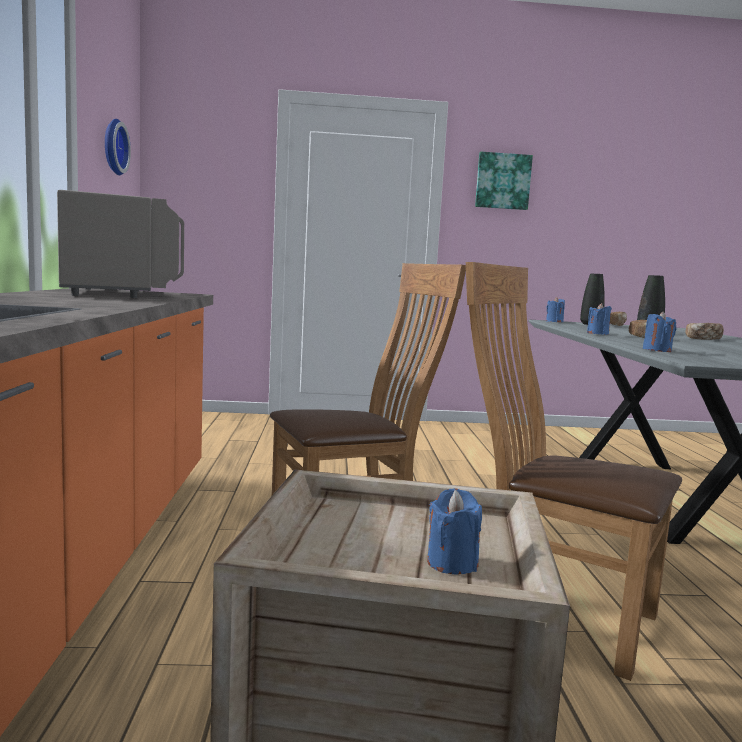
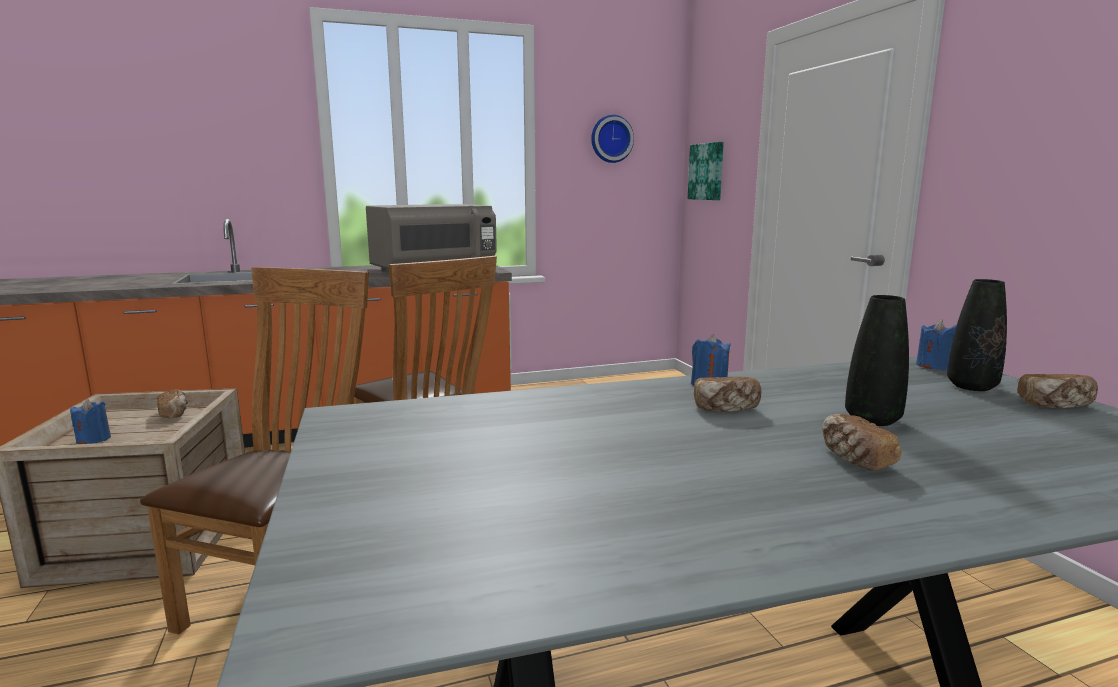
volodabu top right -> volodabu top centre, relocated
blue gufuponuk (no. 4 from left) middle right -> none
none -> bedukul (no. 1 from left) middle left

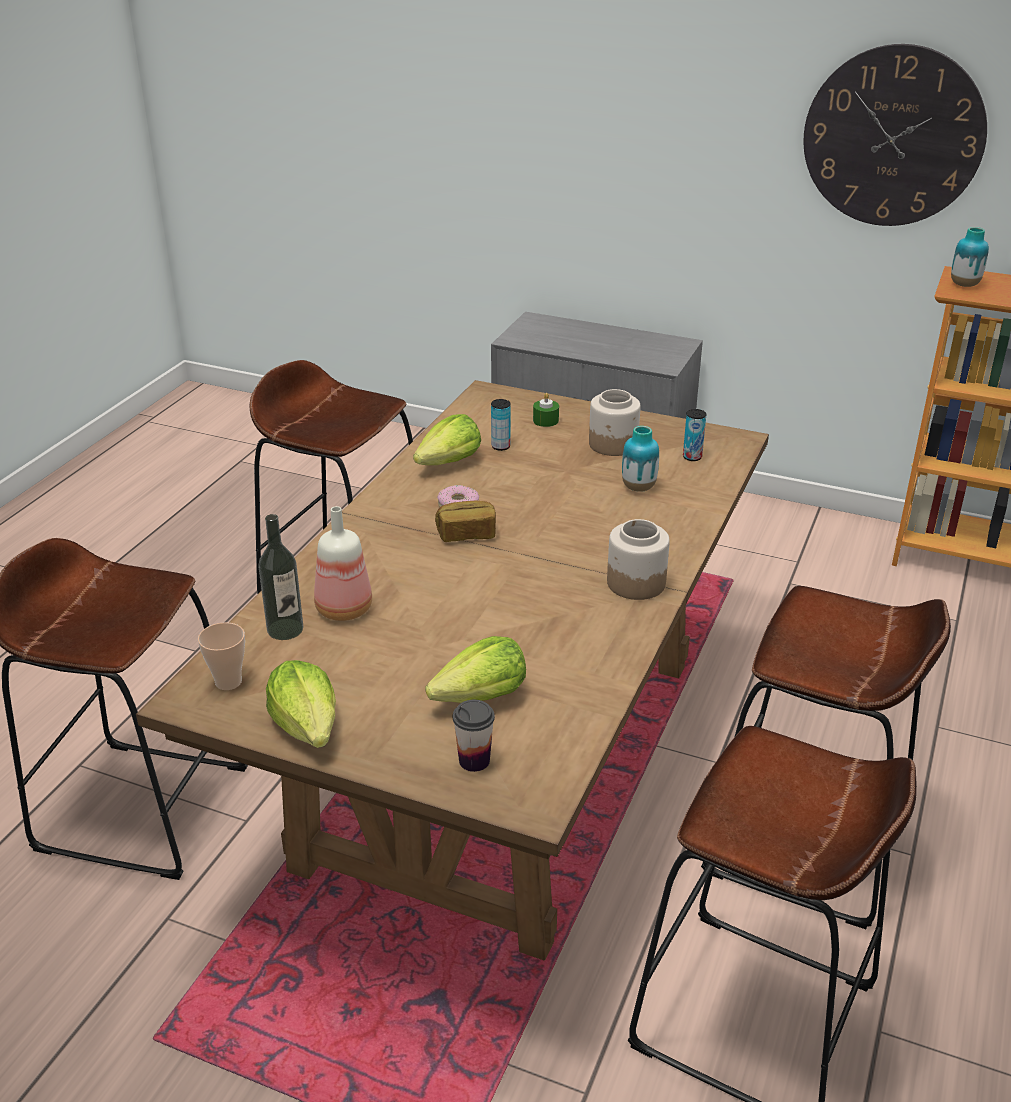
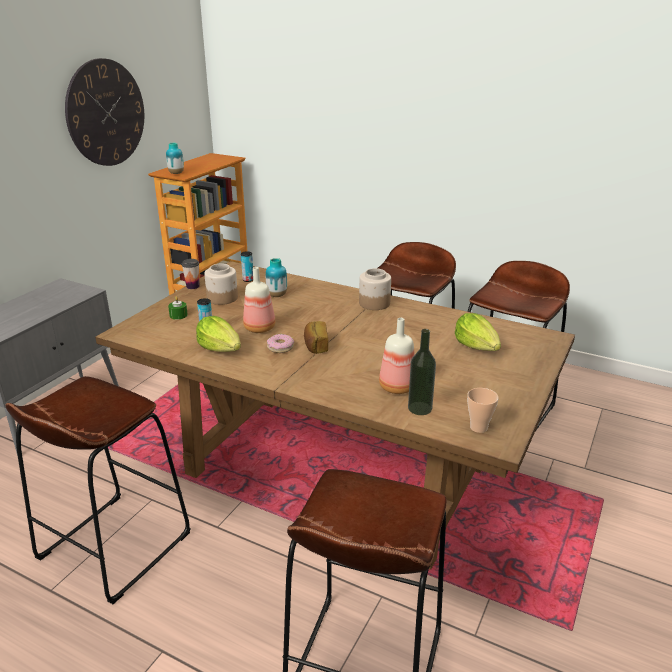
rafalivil (no. 1 from left) middle left -> none
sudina (no. 2 from left in the first image) bottom centre -> sudina (no. 1 from left) middle left, relocated
none -> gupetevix (no. 1 from left) centre

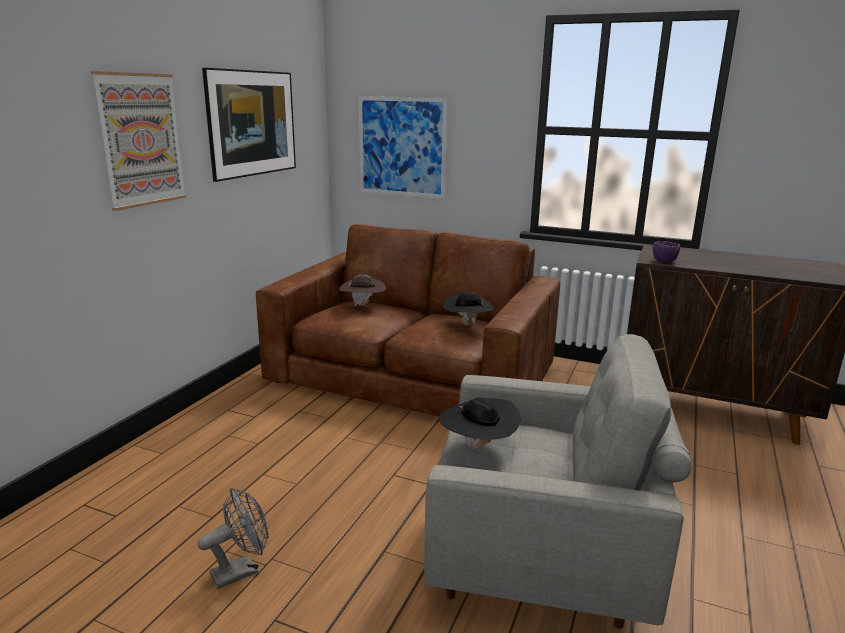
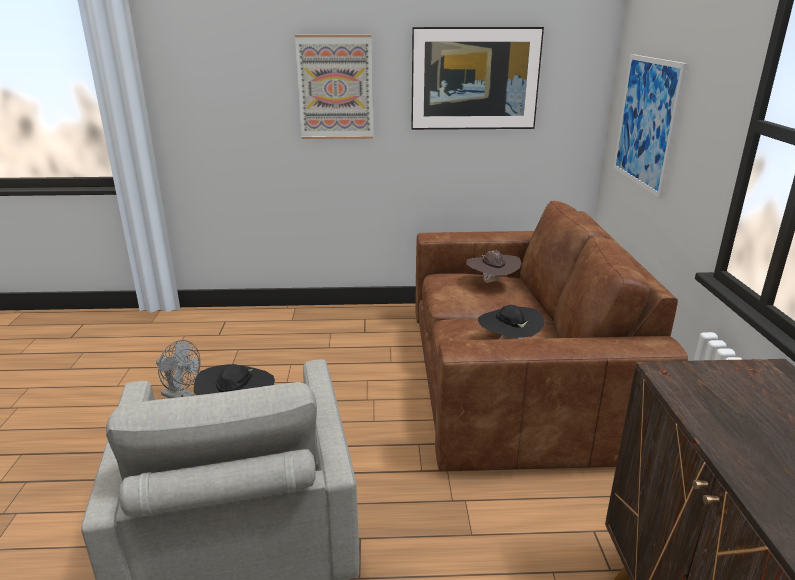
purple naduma middle right -> none

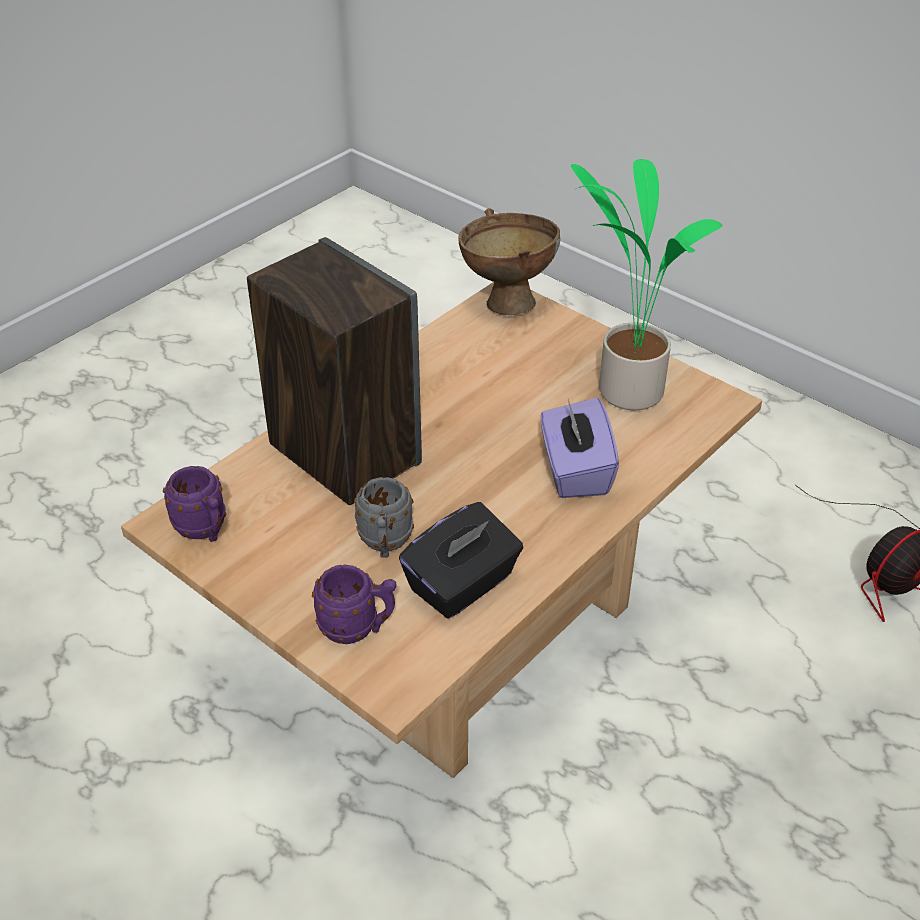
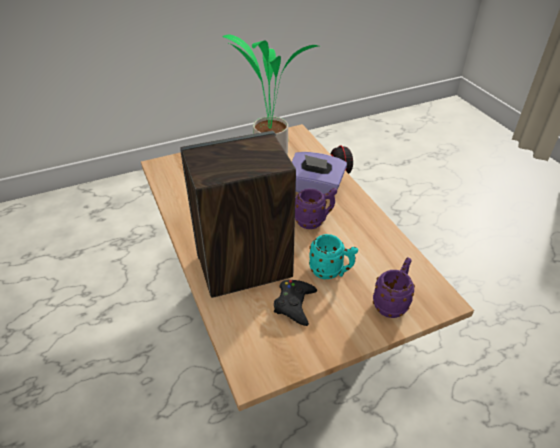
brown naduma top centre -> none
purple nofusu (no. 1 from left) middle left -> purple nofusu (no. 1 from left) centre, relocated
grey nofusu centre -> turquoise nofusu centre
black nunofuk centre -> none
none -> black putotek bottom centre

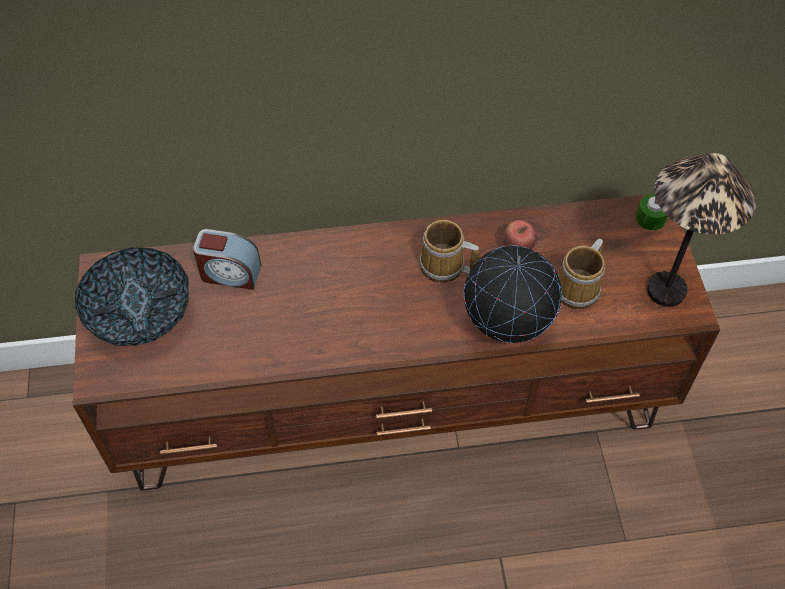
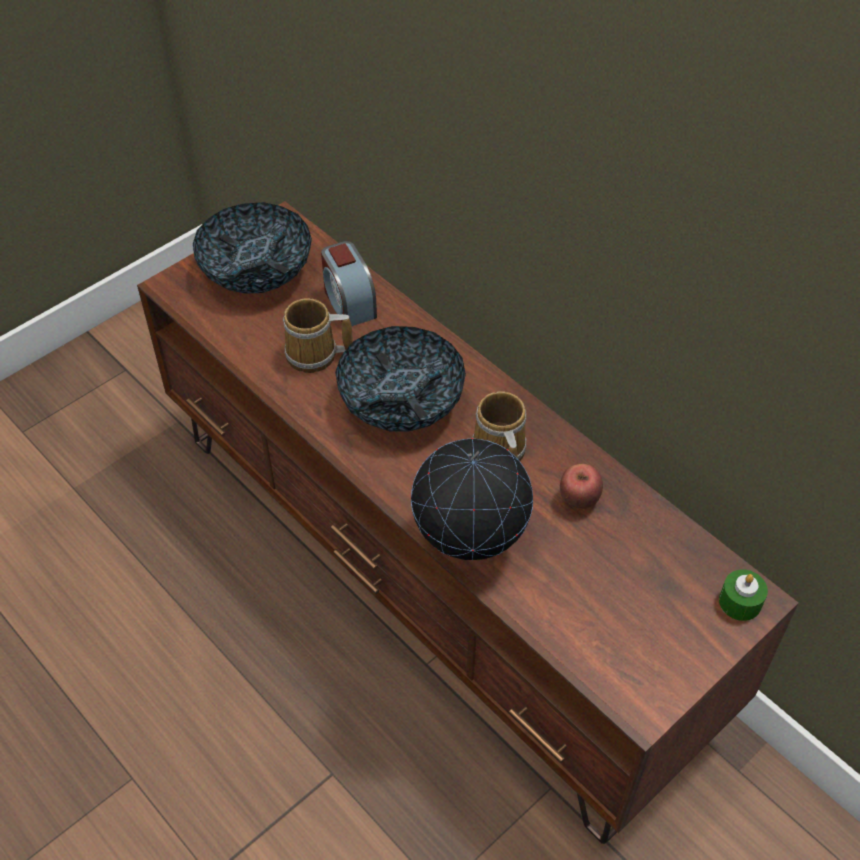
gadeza middle right -> none
nofusu (no. 2 from left in the first image) middle right -> nofusu (no. 1 from left) centre, relocated
none -> naduma (no. 2 from left) centre

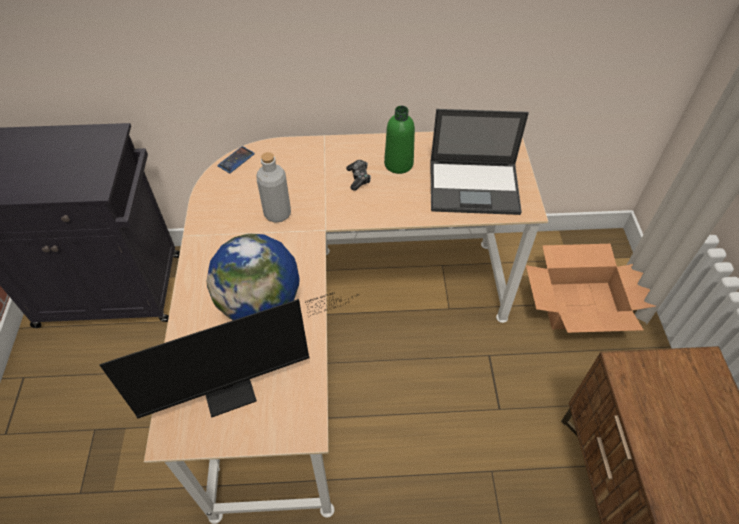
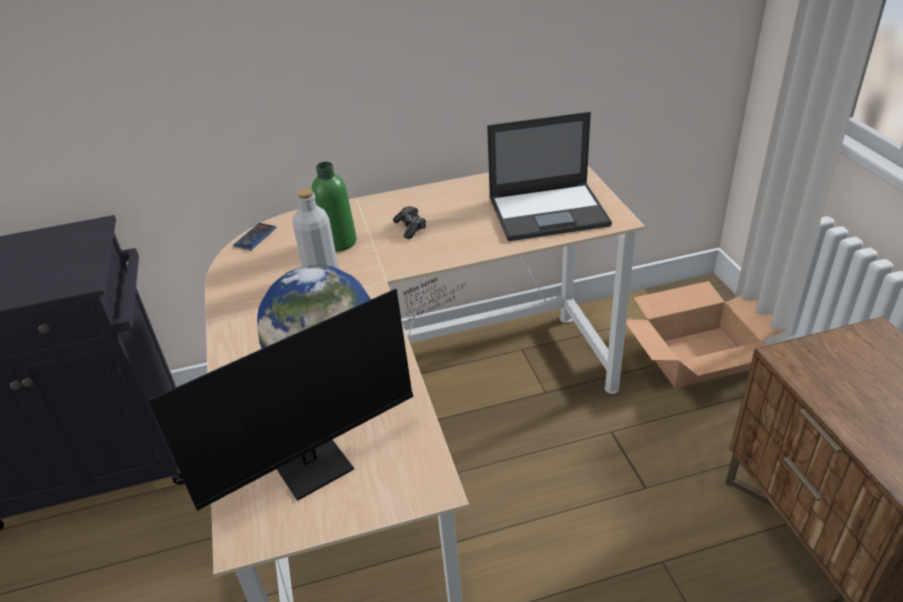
green gupetevix top centre -> green gupetevix centre, relocated

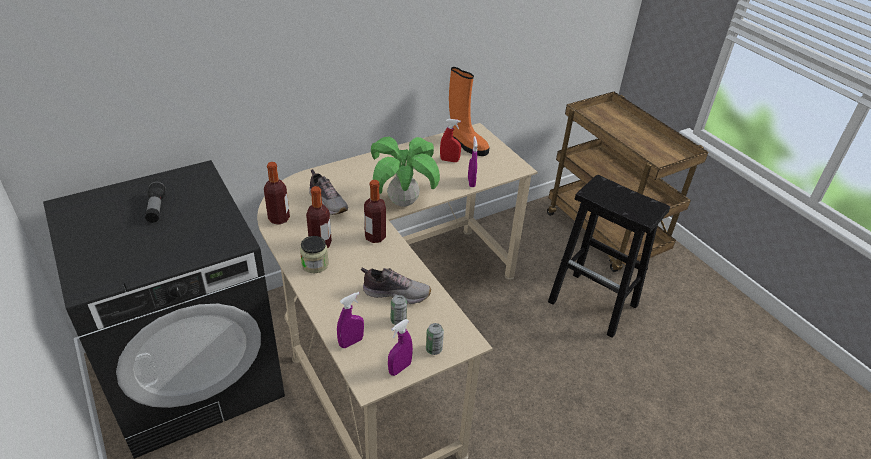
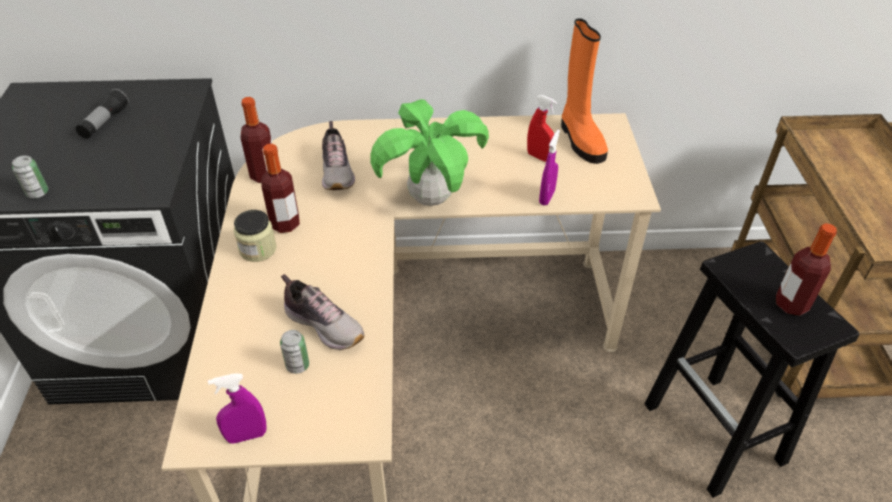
gupetevix (no. 3 from left) centre -> gupetevix (no. 3 from left) middle right, relocated
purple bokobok (no. 1 from left) bottom centre -> none
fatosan (no. 2 from left in the first image) bottom centre -> fatosan (no. 1 from left) middle left, relocated

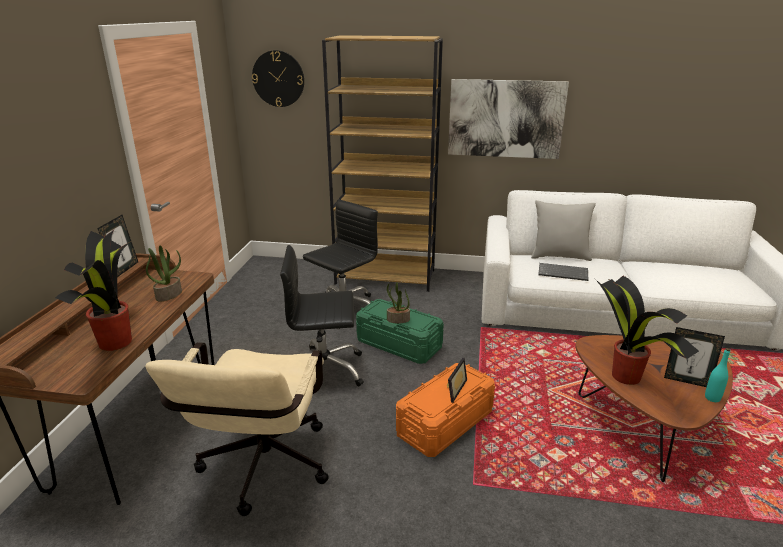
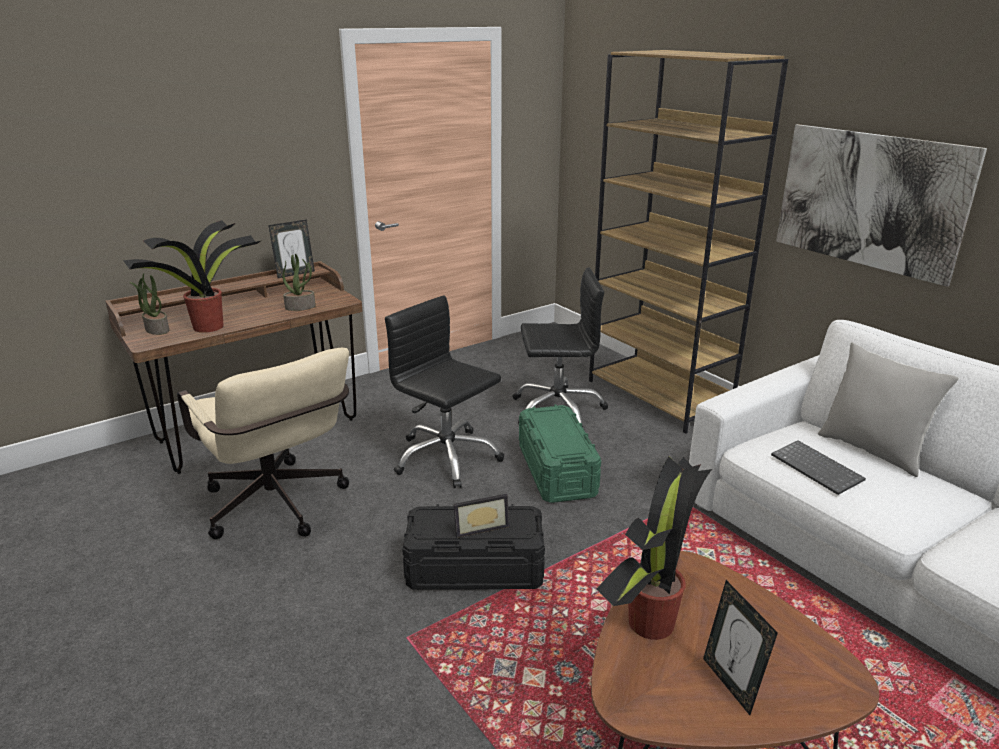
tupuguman top centre -> none
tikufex (no. 3 from left in the first image) centre -> tikufex (no. 1 from left) middle left, relocated
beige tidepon bottom left -> beige tidepon middle left, 90 degrees counterclockwise
turquoise gupetevix bottom right -> none
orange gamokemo bottom centre -> black gamokemo bottom centre

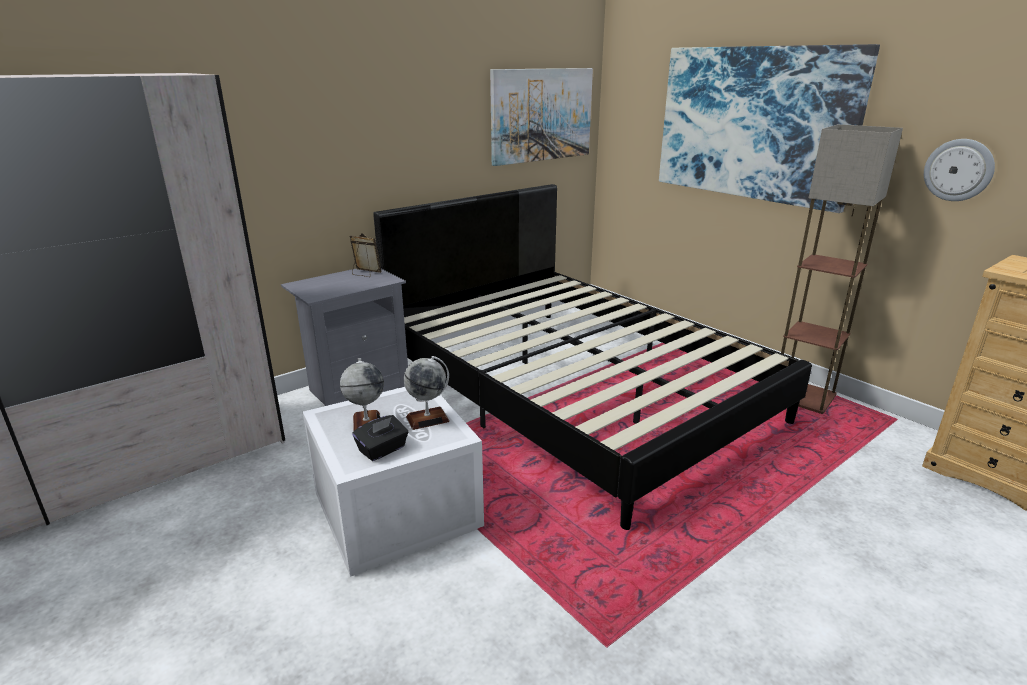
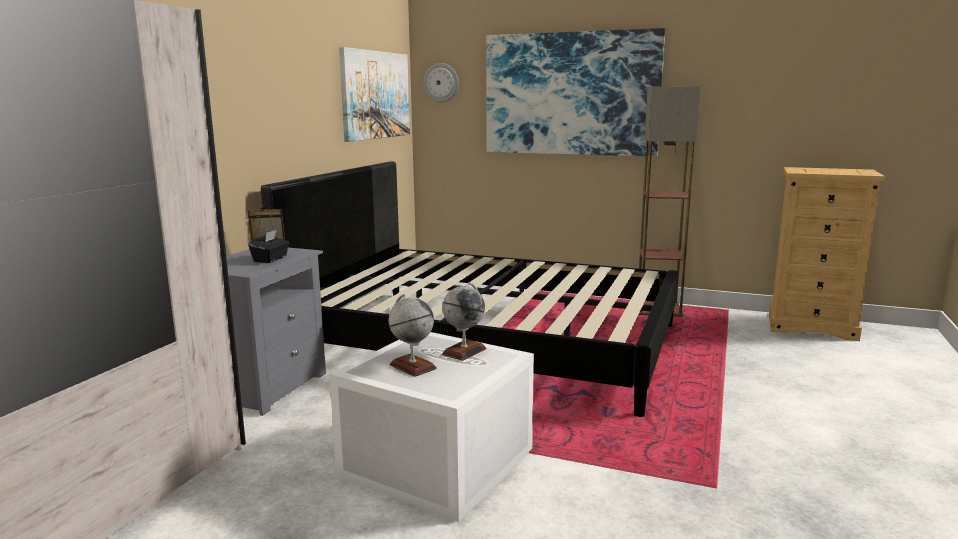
tupuguman top right -> tupuguman top centre, relocated
black nunofuk centre -> black nunofuk middle left, relocated

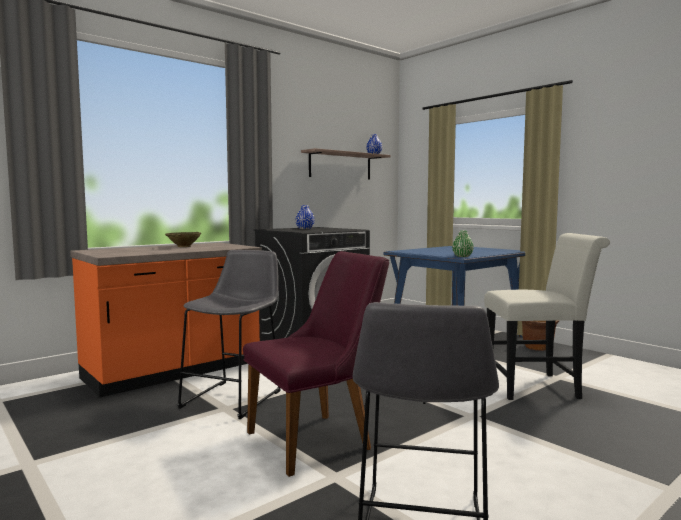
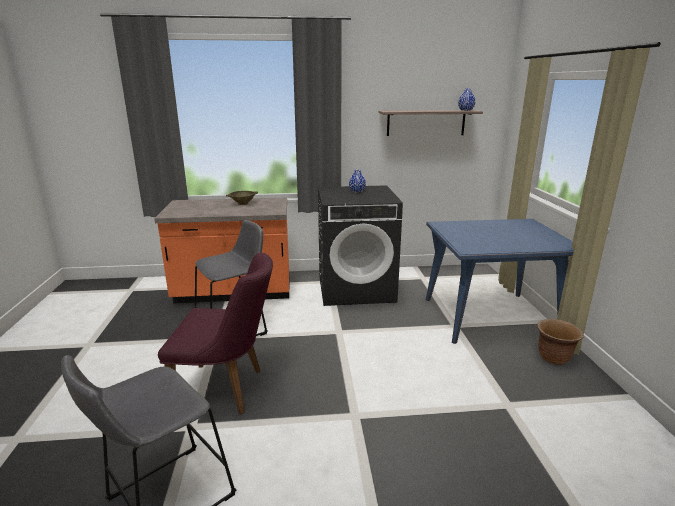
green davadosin middle right -> none
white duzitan middle right -> none

